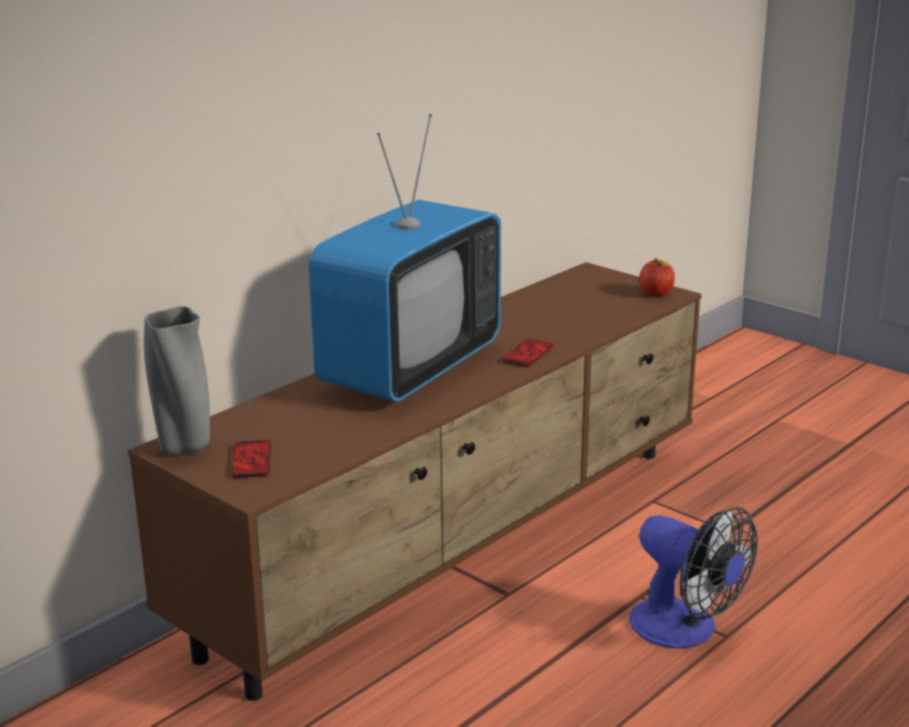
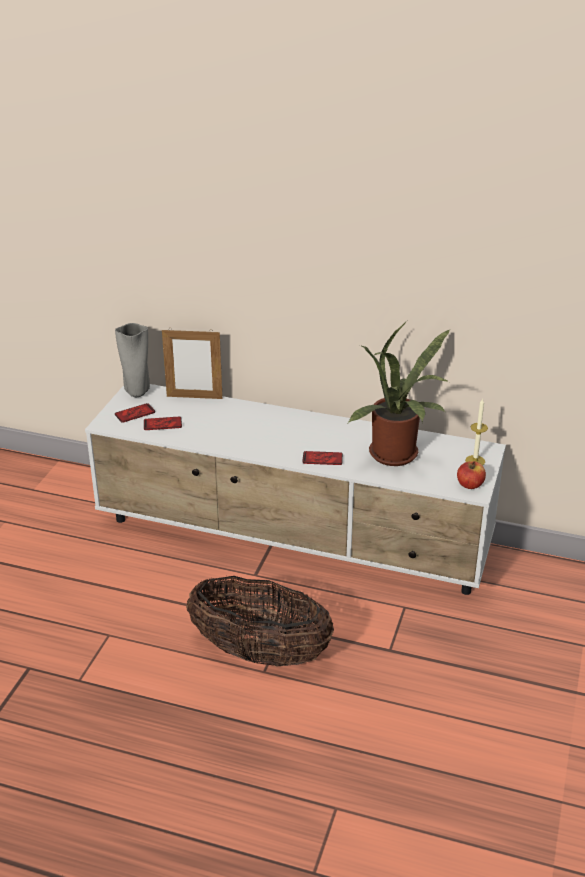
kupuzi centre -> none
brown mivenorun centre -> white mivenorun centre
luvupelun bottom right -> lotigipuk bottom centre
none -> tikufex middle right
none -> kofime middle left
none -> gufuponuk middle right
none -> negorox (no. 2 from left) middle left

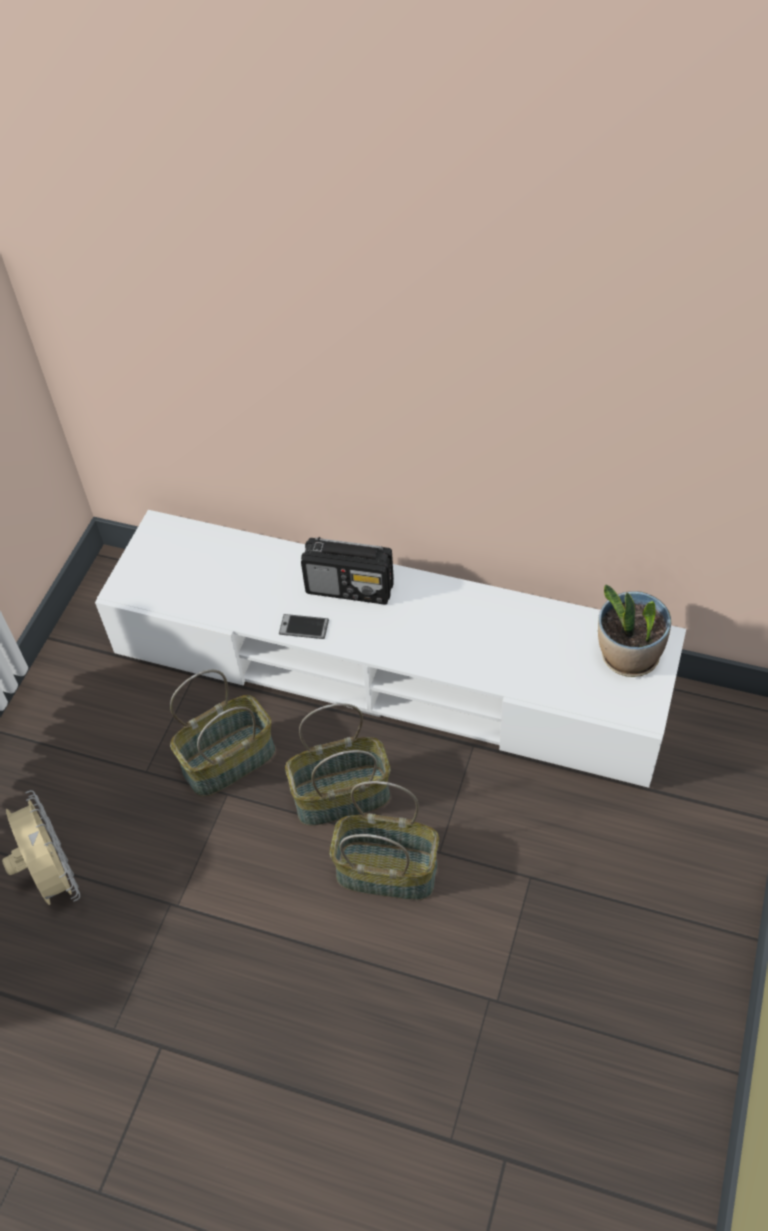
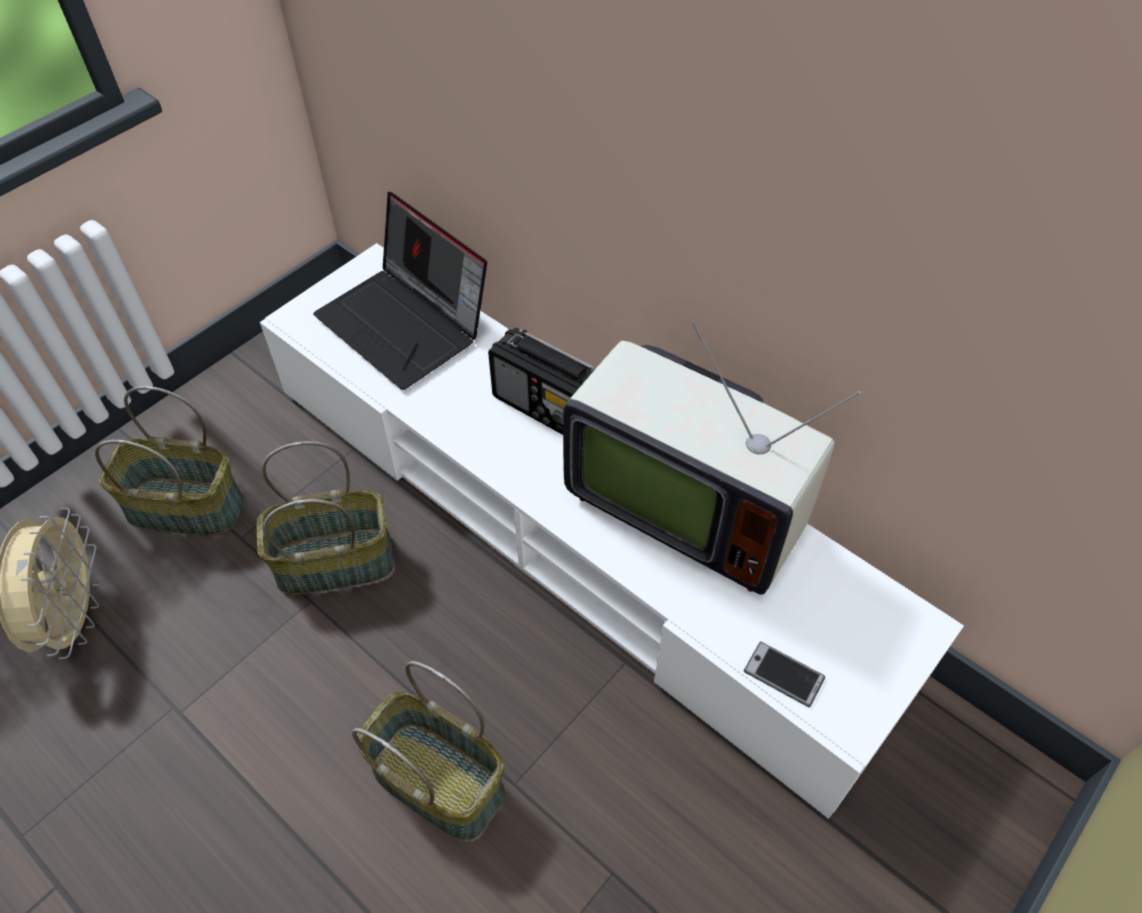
tikufex middle right -> none
negorox centre -> negorox bottom right, relocated
lotigipuk (no. 2 from left in the first image) centre -> lotigipuk (no. 1 from left) middle left, relocated
none -> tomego top centre
none -> kupuzi centre

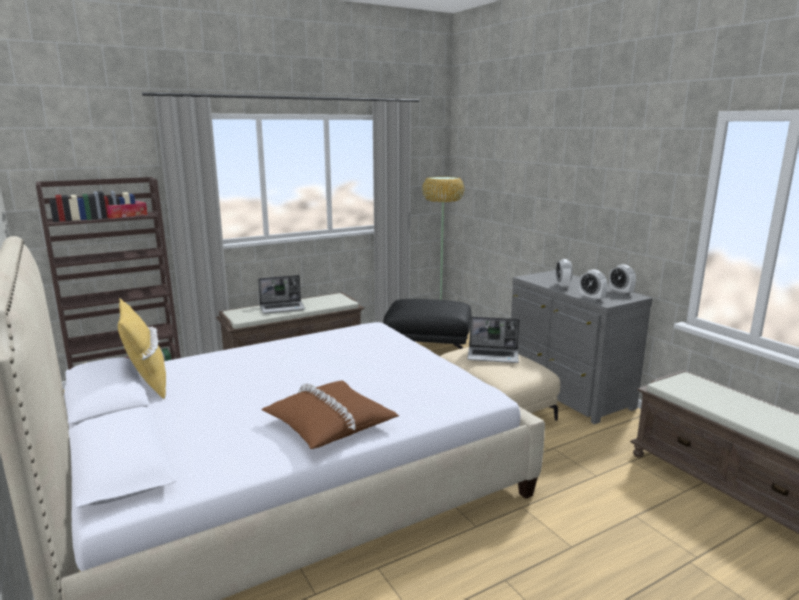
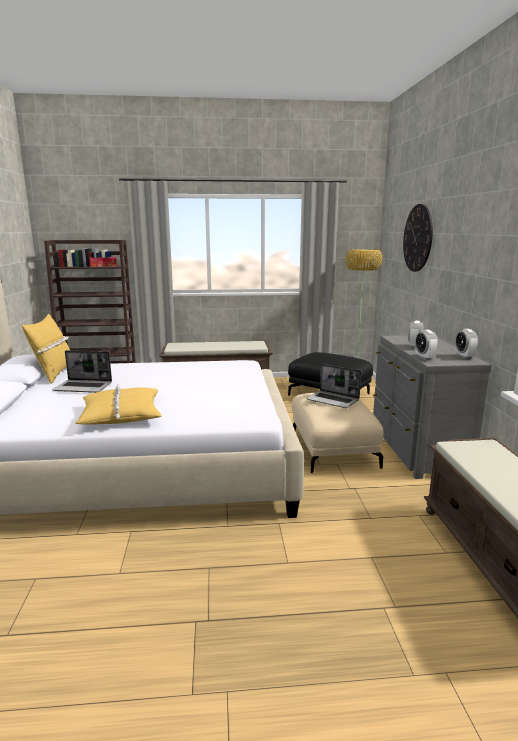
tomego (no. 1 from left) centre -> tomego (no. 1 from left) middle left, relocated
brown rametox bottom centre -> yellow rametox (no. 2 from left) middle left
none -> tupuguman top right

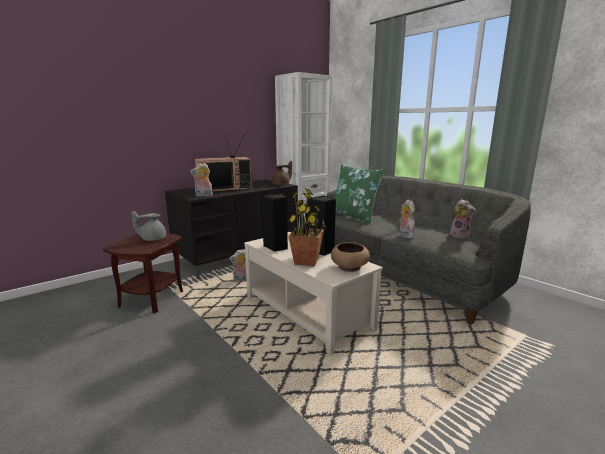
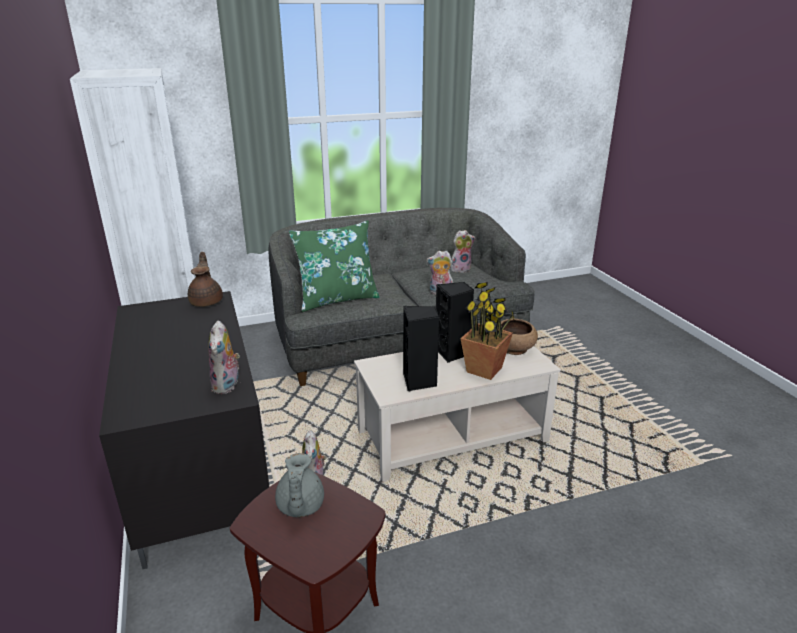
kupuzi centre -> none

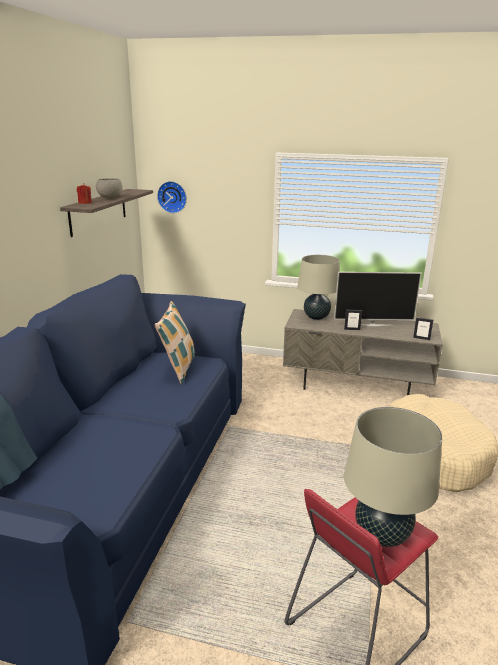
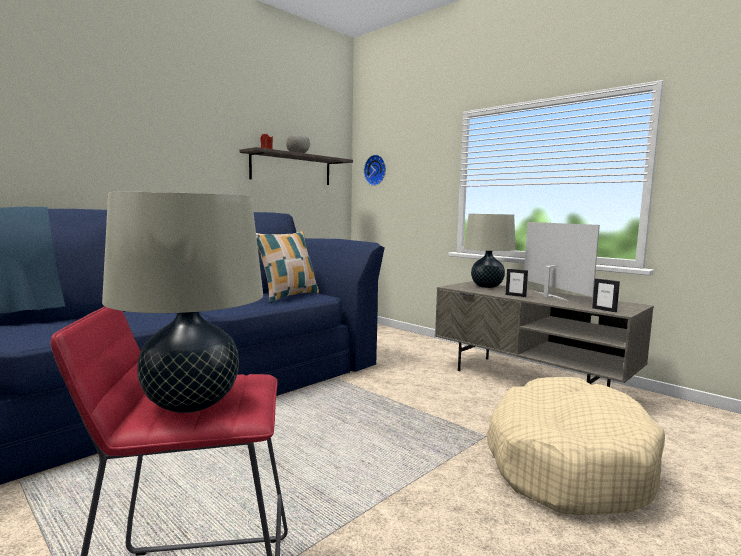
kupuzi middle right, 135 degrees counterclockwise

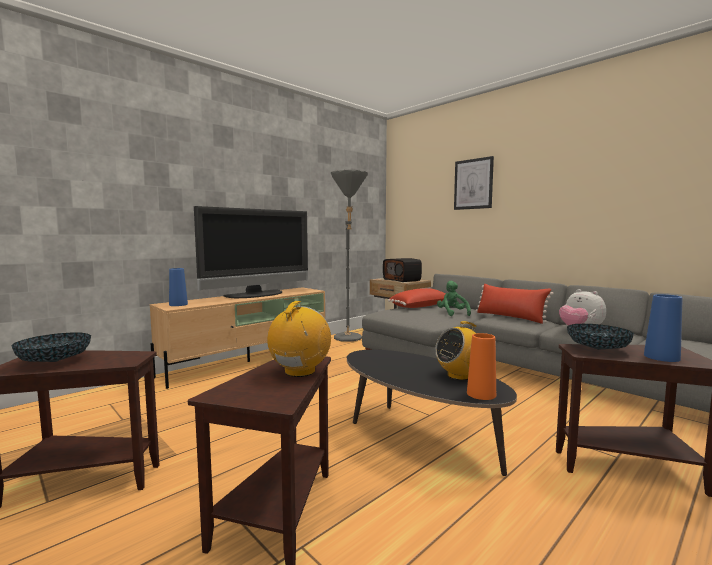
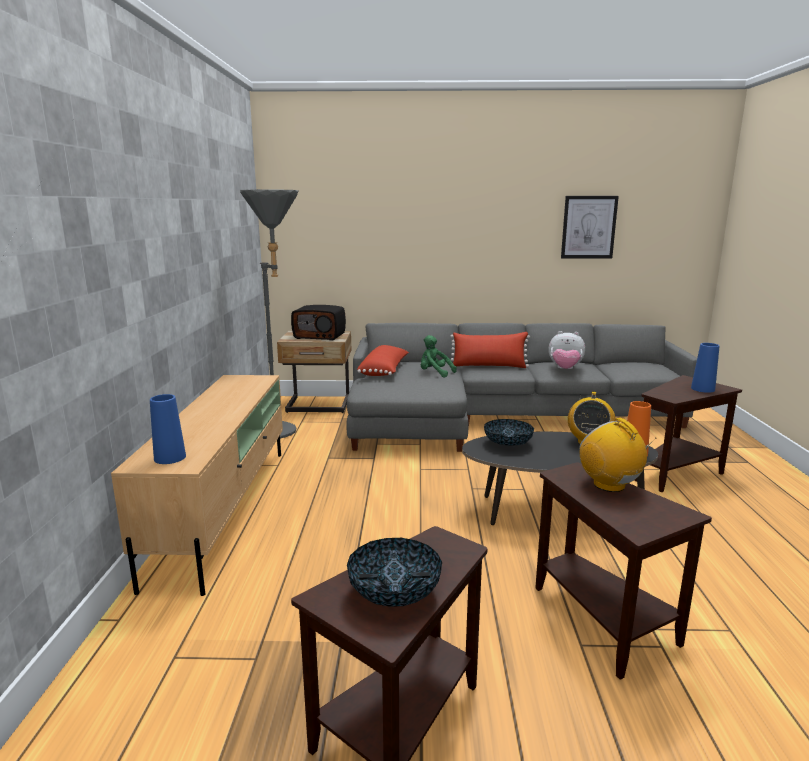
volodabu top centre -> volodabu top right, relocated
kupuzi centre -> none
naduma (no. 2 from left) middle right -> naduma (no. 2 from left) centre, relocated

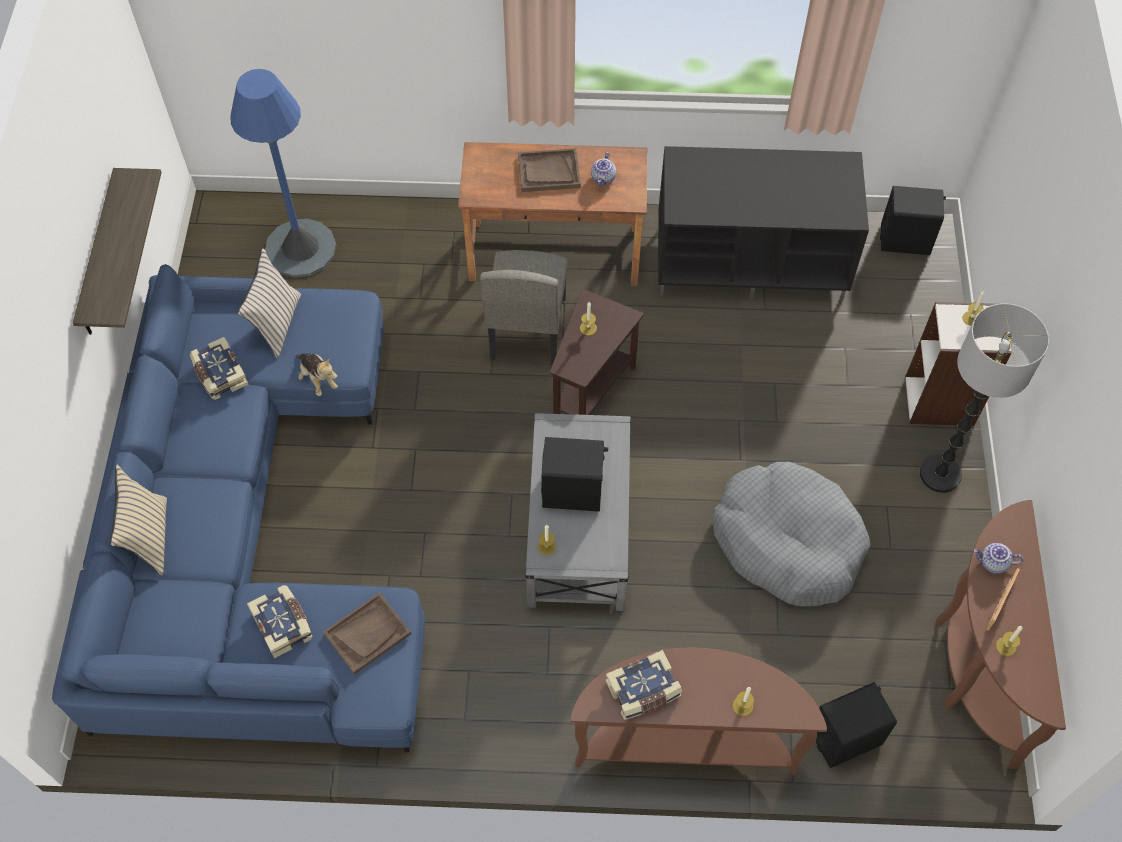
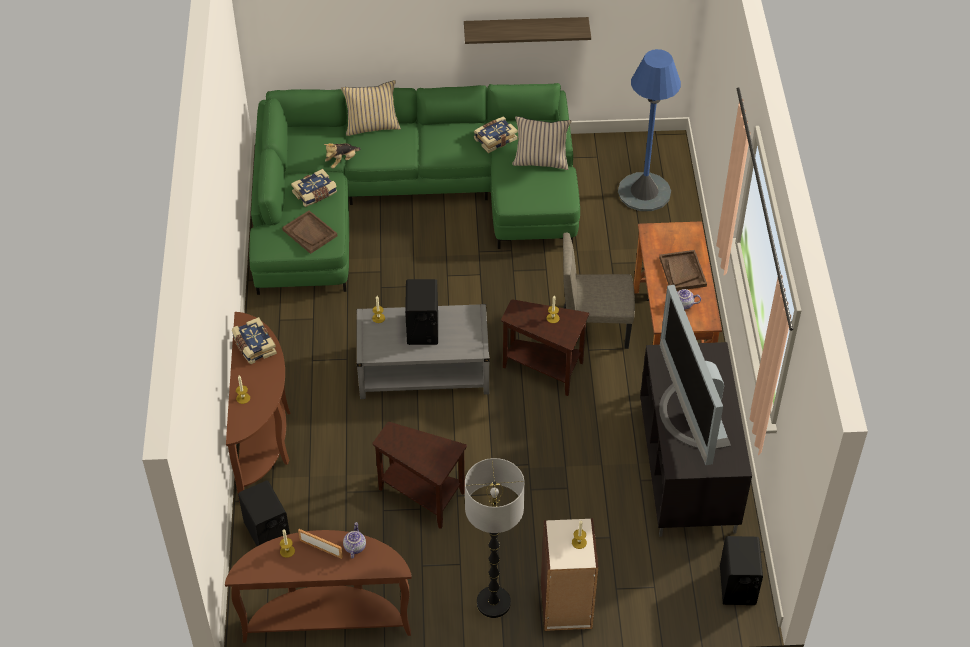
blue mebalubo middle left -> green mebalubo top centre
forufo middle left -> forufo top centre, relocated
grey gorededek middle right -> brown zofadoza (no. 1 from left) bottom centre
none -> kupuzi middle right

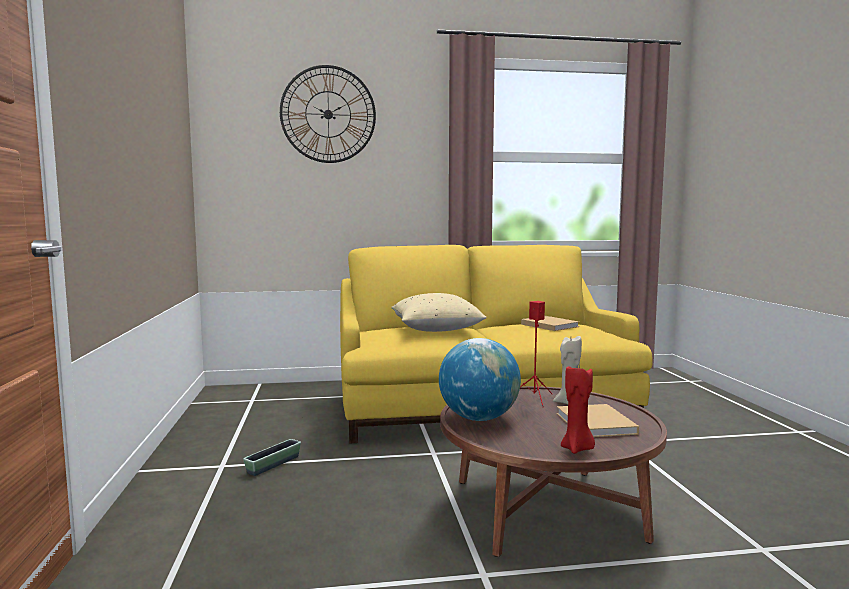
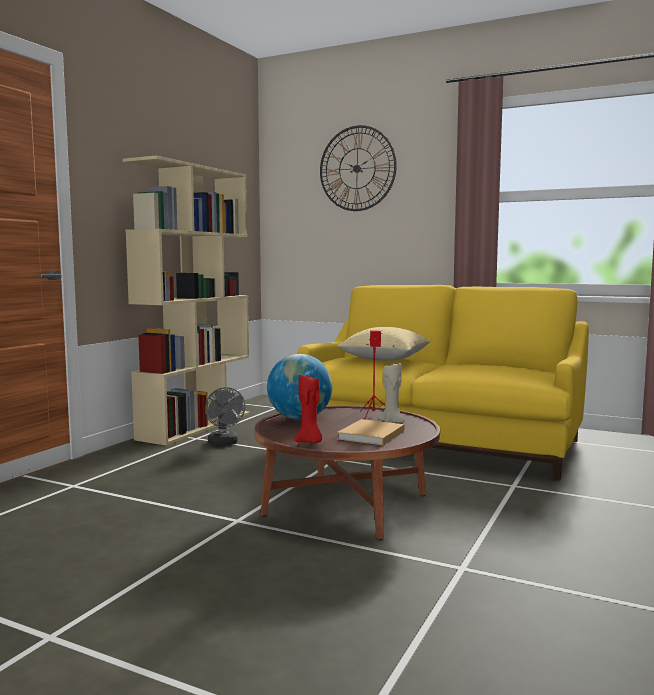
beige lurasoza (no. 1 from left) centre -> none
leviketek bottom left -> grey luvupelun centre
none -> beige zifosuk middle left

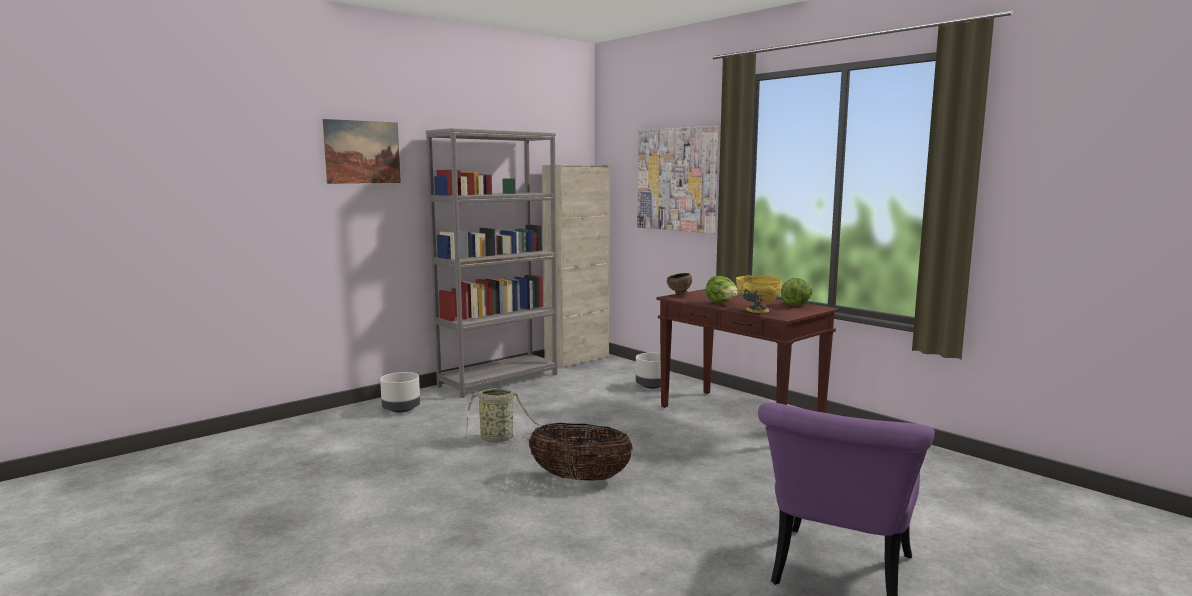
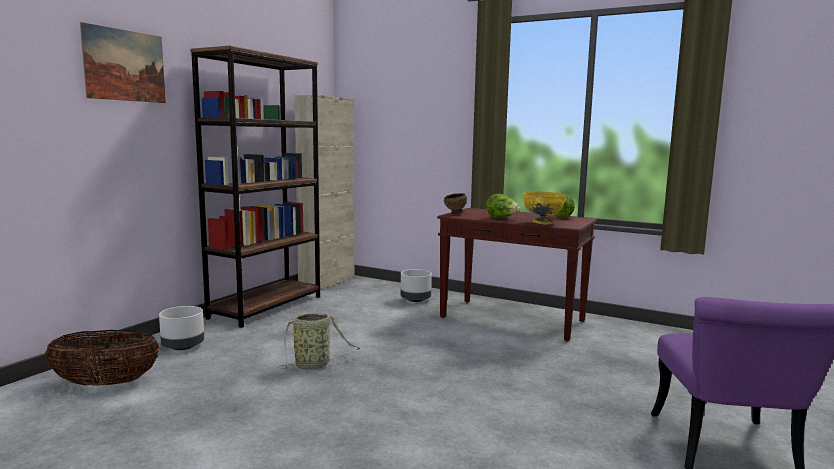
volodabu (no. 2 from left) top centre -> none
grey zifosuk centre -> brown zifosuk middle left
lotigipuk (no. 2 from left in the first image) bottom centre -> lotigipuk (no. 1 from left) bottom left, relocated

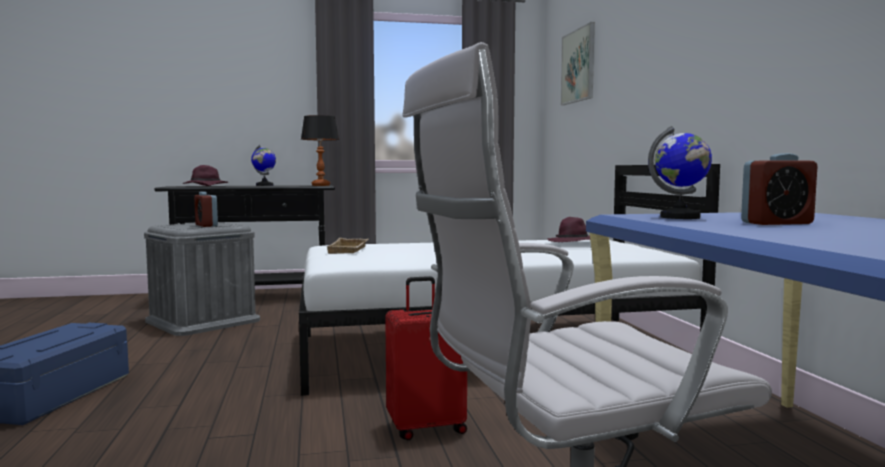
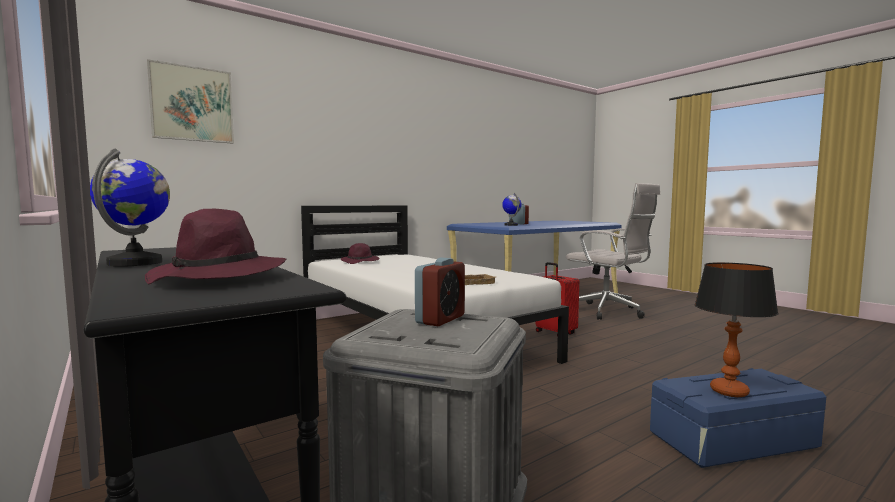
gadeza top centre -> gadeza middle right, relocated

